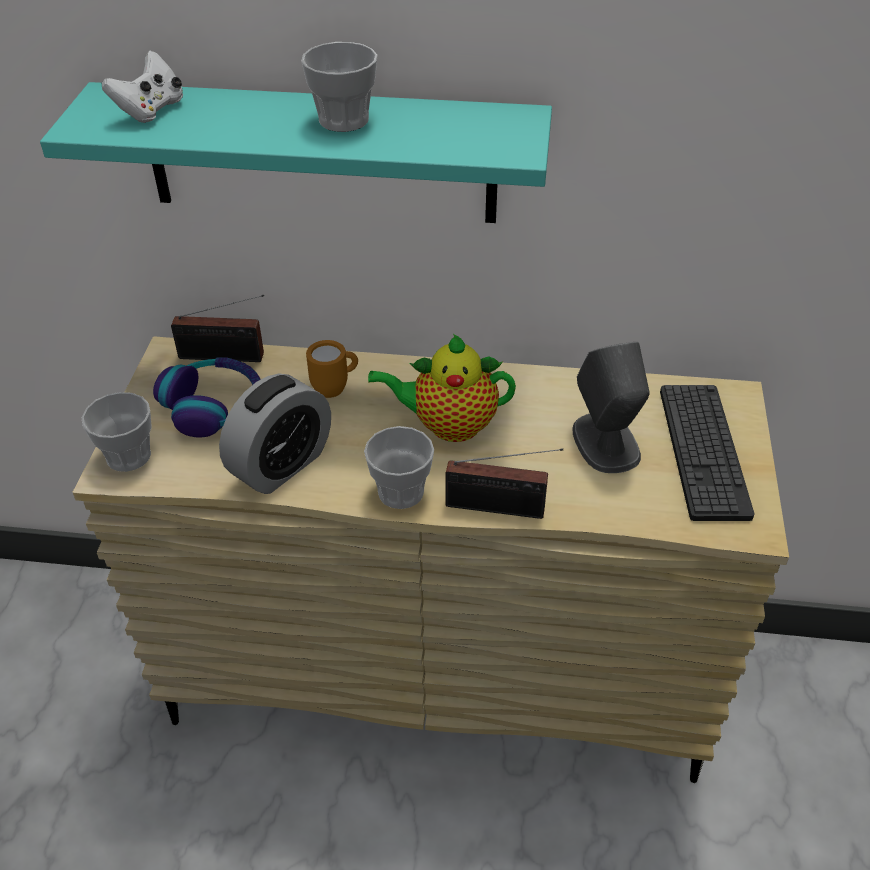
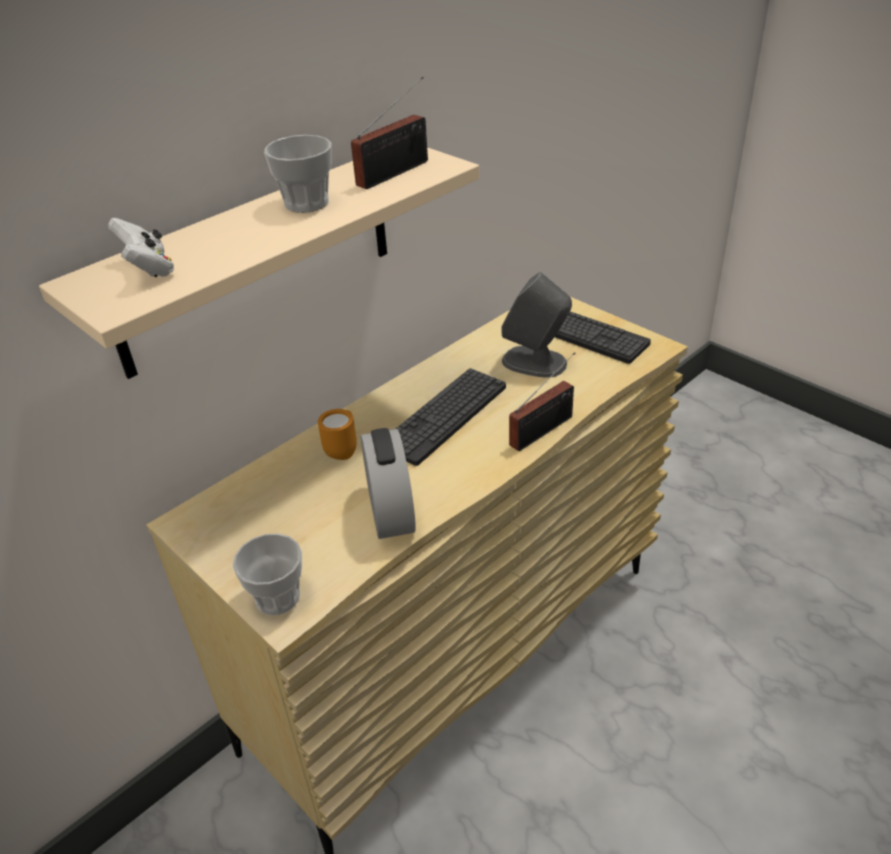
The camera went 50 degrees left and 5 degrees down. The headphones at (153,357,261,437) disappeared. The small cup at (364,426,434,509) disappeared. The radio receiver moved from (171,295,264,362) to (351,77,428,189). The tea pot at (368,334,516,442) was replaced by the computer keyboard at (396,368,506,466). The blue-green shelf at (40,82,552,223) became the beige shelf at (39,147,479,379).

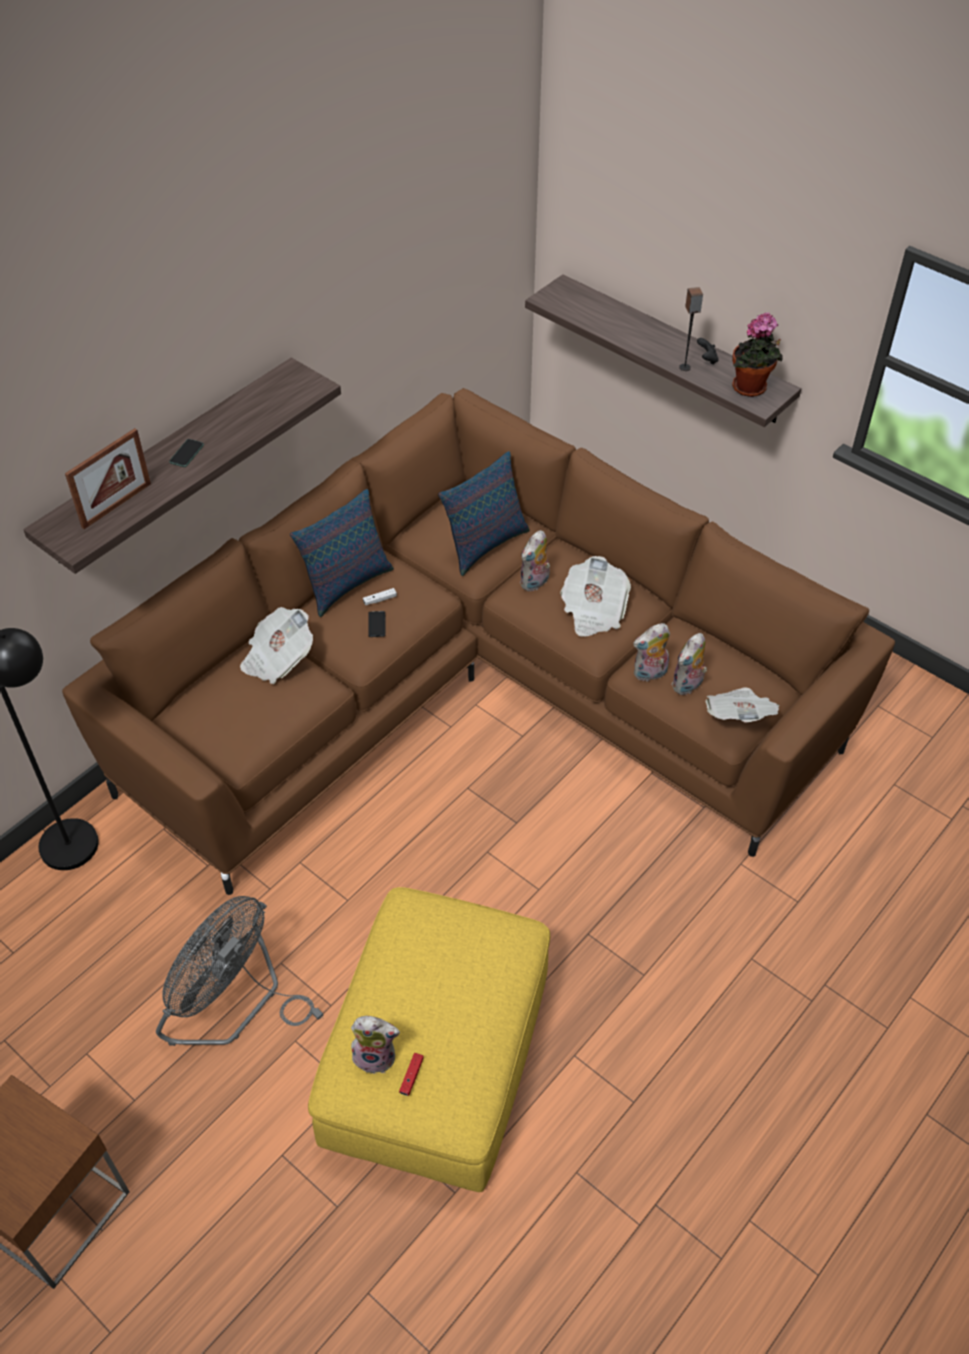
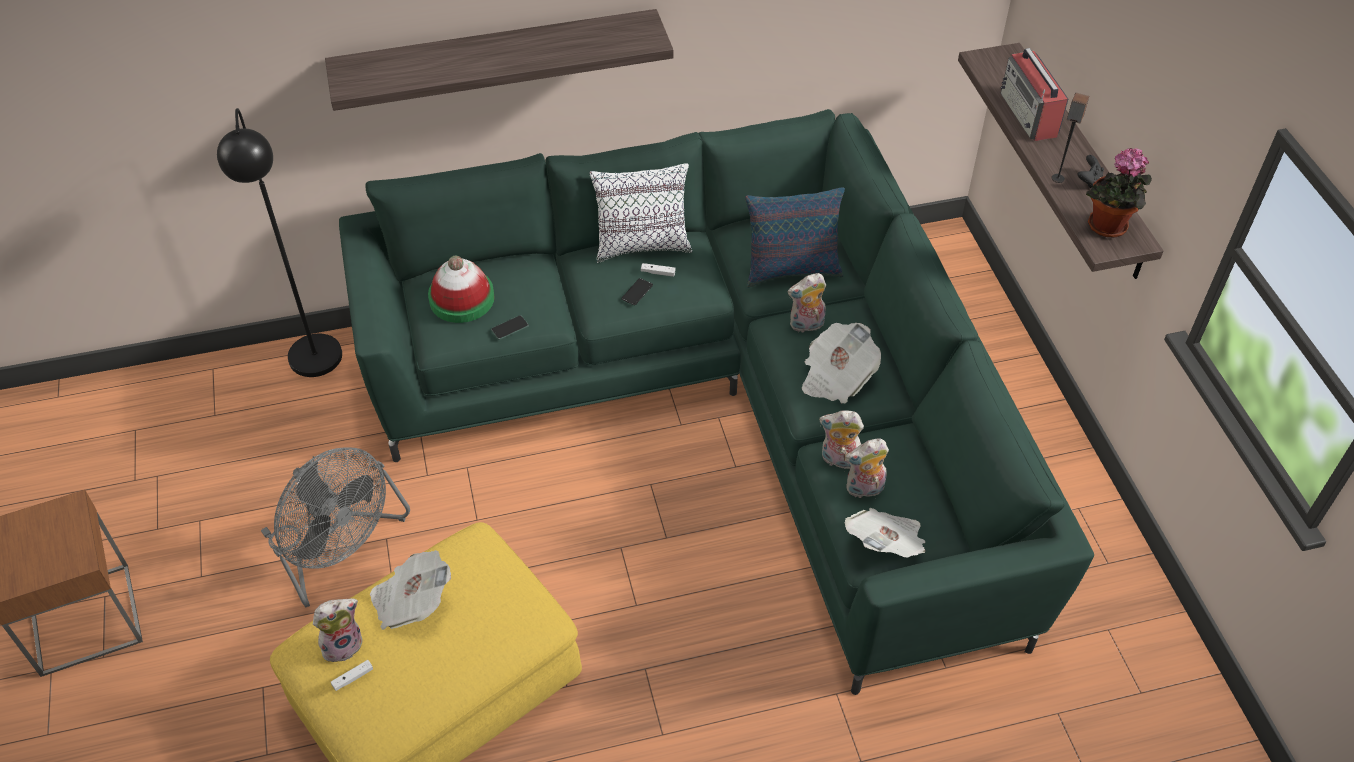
The camera went 35 degrees right and 0 degrees up. The picture frame at (65,428,151,529) disappeared. The wearable hat at (428,256,494,323) appeared. The radio receiver at (1001,48,1068,141) appeared. The telephone moved from (169,439,204,467) to (491,315,529,340). The printed paper moved from (240,607,313,684) to (370,550,451,630). The brownish settee at (62,388,895,895) became the green settee at (339,109,1094,695). The bluish cushion at (290,489,394,617) became the white-coloured cushion at (589,163,693,263). The red gamepad at (399,1053,424,1096) became the white-coloured gamepad at (331,660,373,691). The grey fan at (156,896,323,1046) turned 150 degrees clockwise. The soft toy at (351,1016,400,1074) turned 75 degrees counterclockwise.

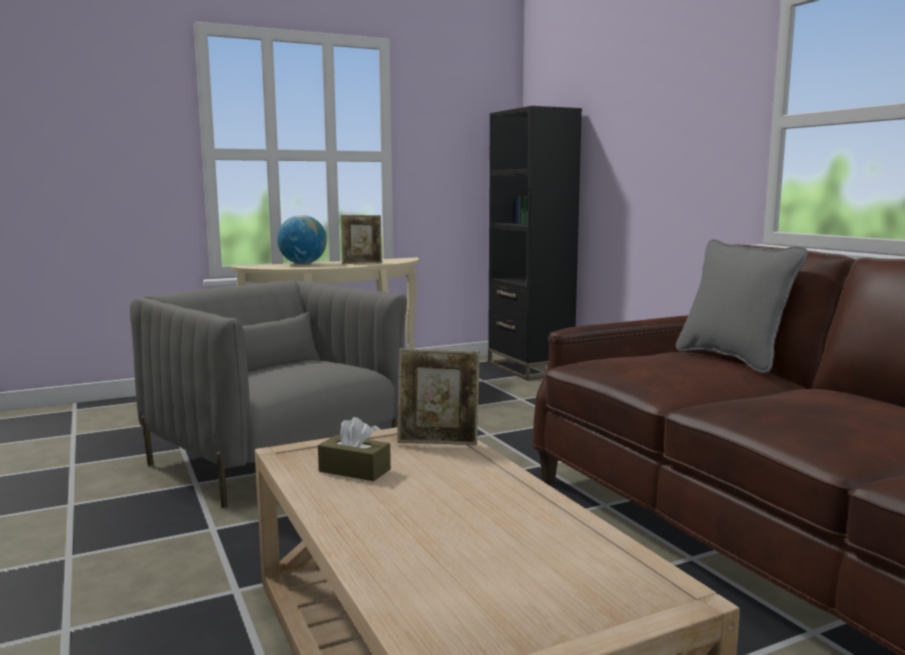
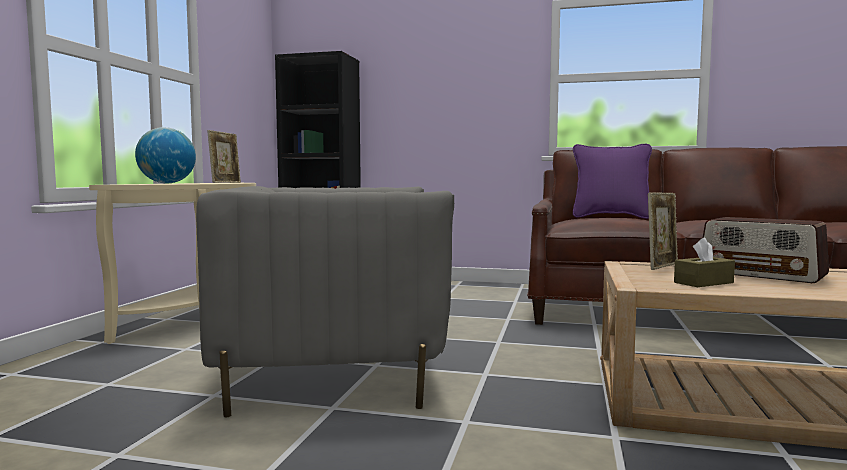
The camera went 50 degrees left and 5 degrees down. The radio receiver at (703,217,829,283) appeared. The grey cushion at (676,239,808,373) became the purple-coloured cushion at (573,144,652,219).

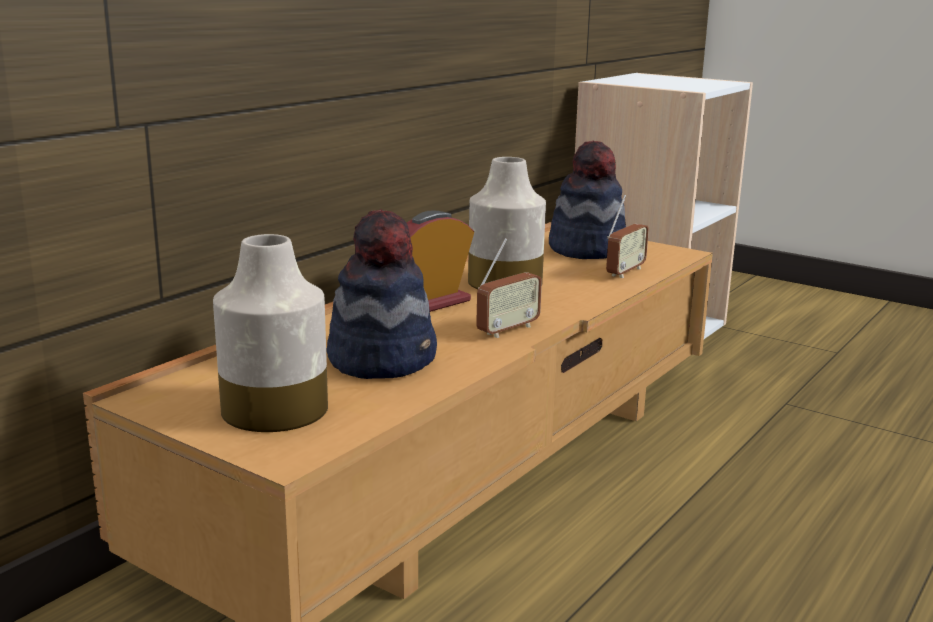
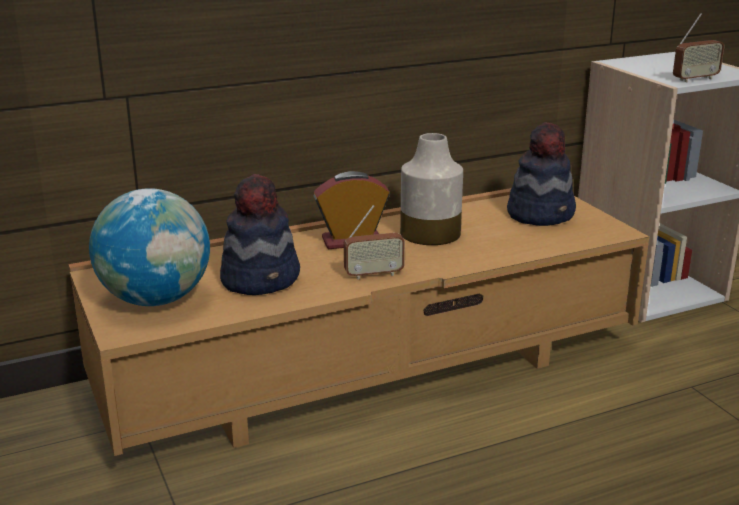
The camera went 30 degrees right and 5 degrees up. The radio receiver moved from (606,195,649,278) to (673,13,725,82). The beige flower vase at (213,234,328,432) was replaced by the globe at (89,188,210,306).

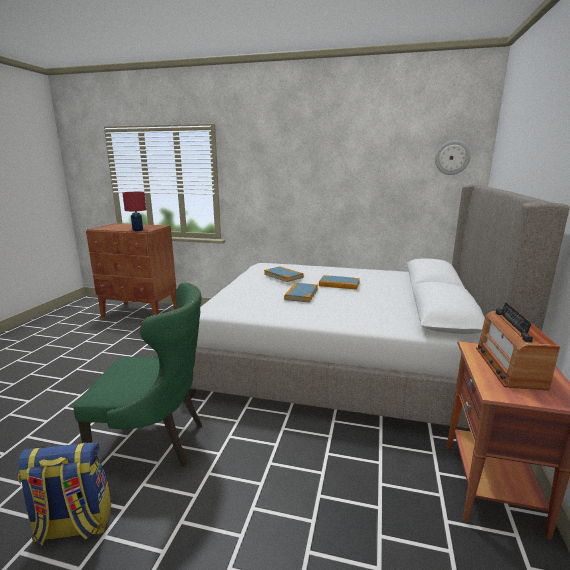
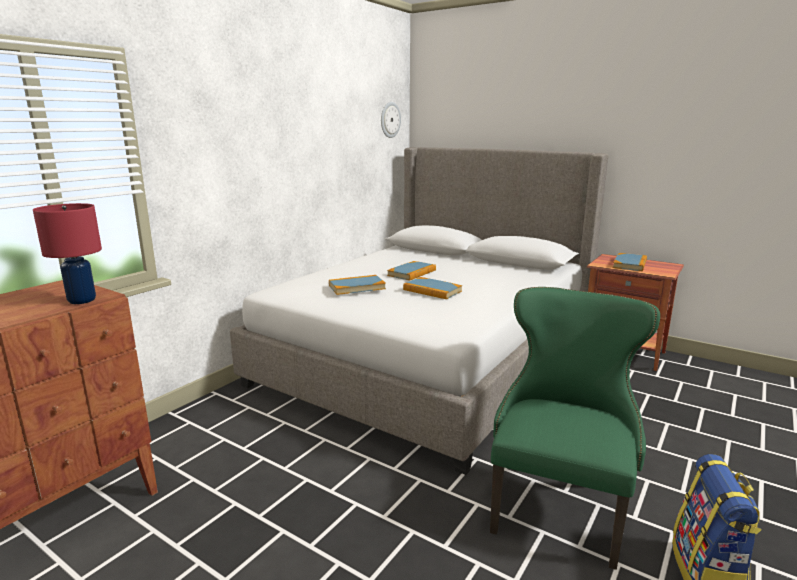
The camera went 70 degrees left and 0 degrees up. The radio receiver at (476,303,560,391) was replaced by the bound book at (613,253,647,271).

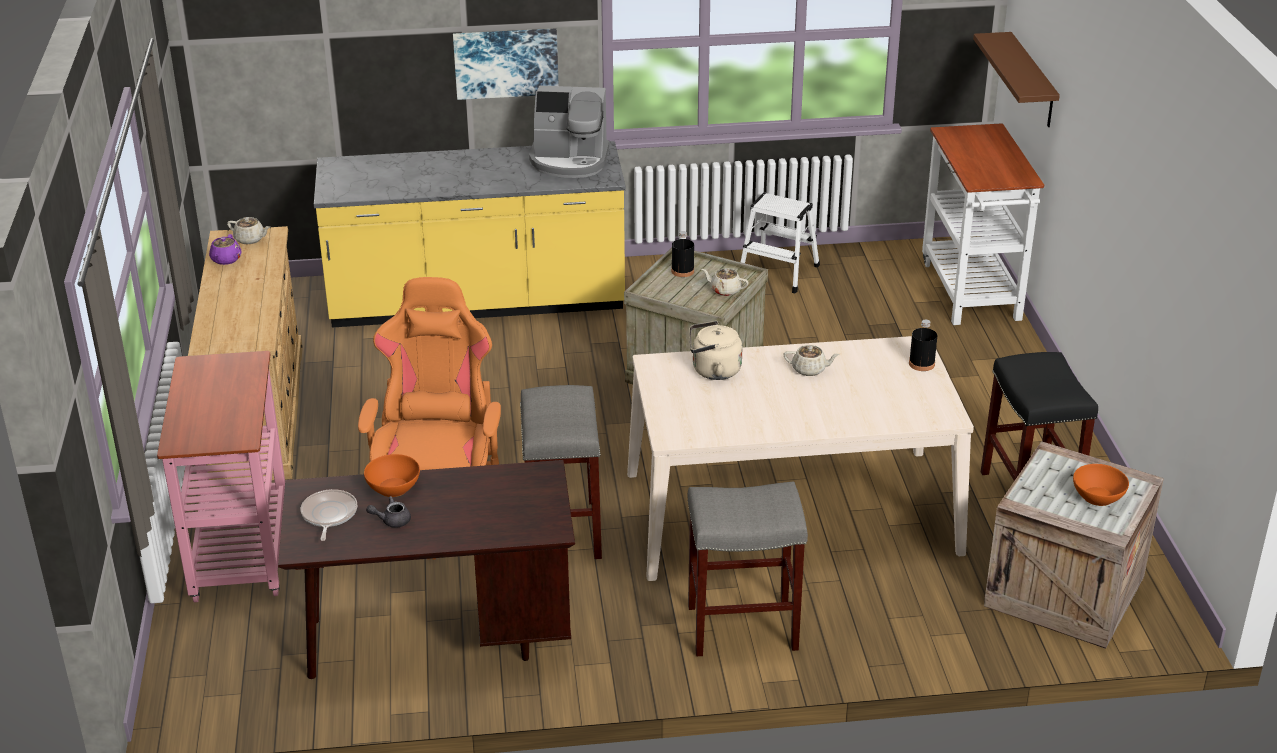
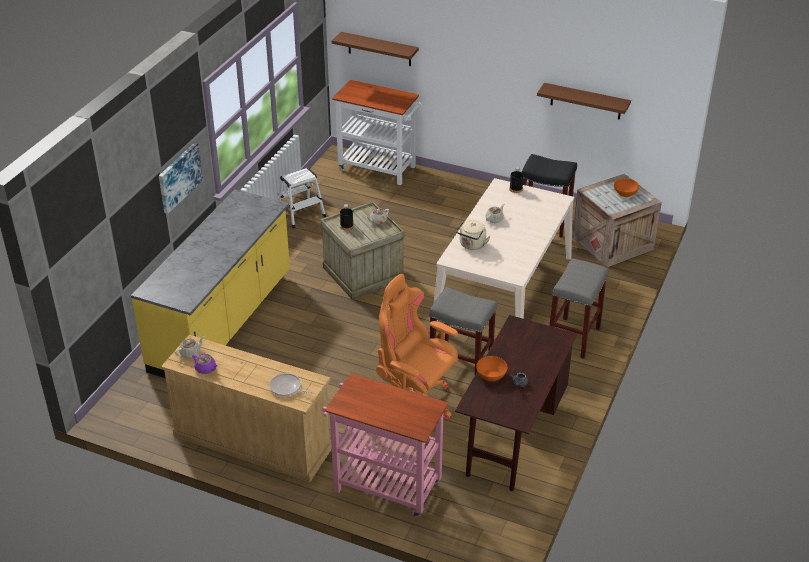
The camera went 60 degrees left and 5 degrees up. The coffee maker at (529,86,609,178) disappeared. The brownish shelf at (537,83,631,120) appeared. The skillet moved from (301,489,357,541) to (269,373,313,396).

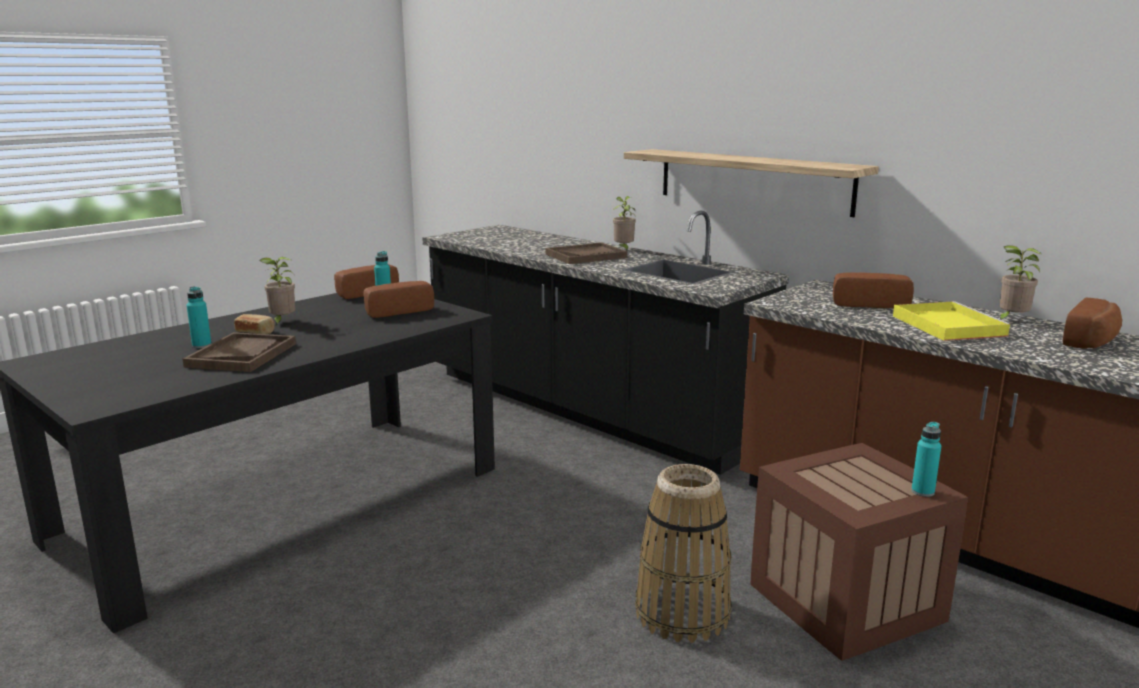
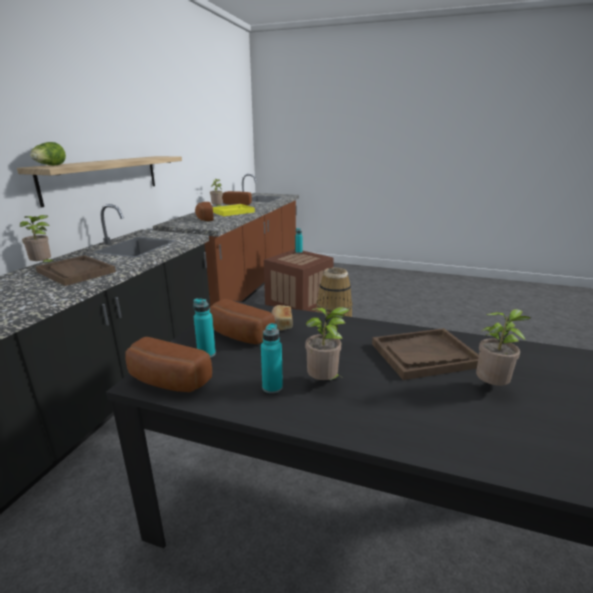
The camera went 115 degrees left and 5 degrees up. The lettuce head at (30,142,66,165) appeared. The plant in a pot at (476,309,531,386) appeared. The blue-green beverage bottle moved from (186,286,211,348) to (261,323,283,394). The bread moved from (234,314,275,334) to (272,305,293,331).

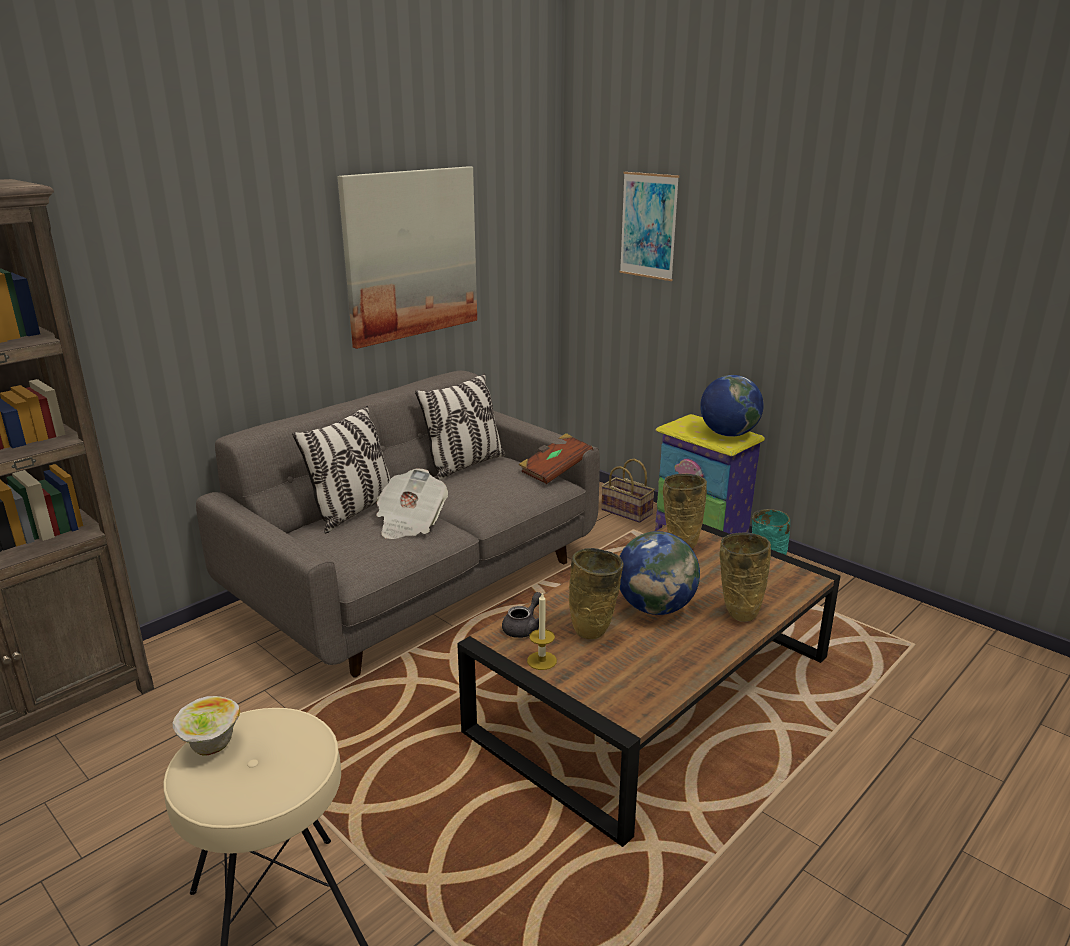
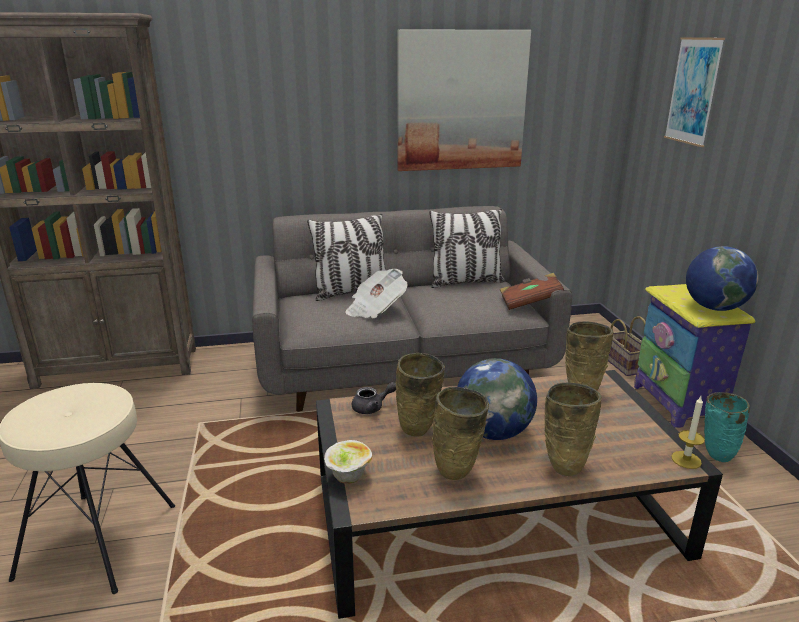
The camera went 35 degrees right and 0 degrees up. The beige flower vase at (432,387,489,480) appeared. The bowl moved from (173,696,240,756) to (324,440,372,484). The wax light moved from (527,593,557,670) to (671,396,705,469).

